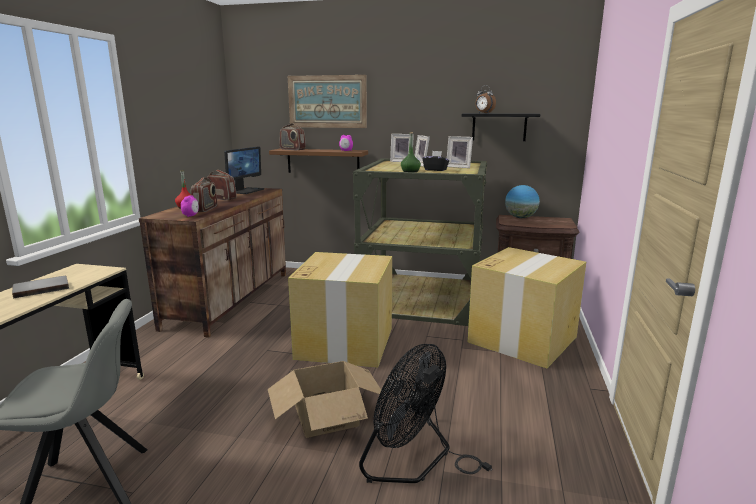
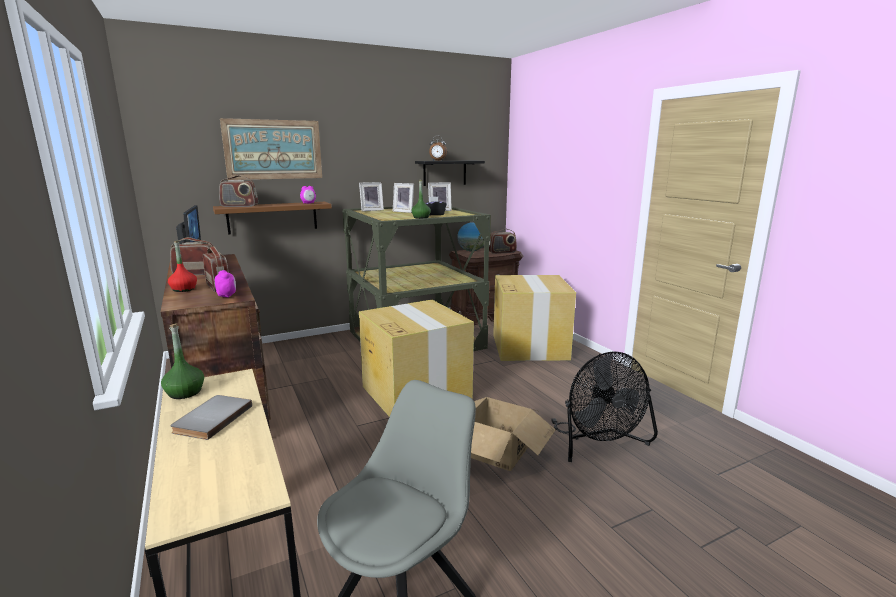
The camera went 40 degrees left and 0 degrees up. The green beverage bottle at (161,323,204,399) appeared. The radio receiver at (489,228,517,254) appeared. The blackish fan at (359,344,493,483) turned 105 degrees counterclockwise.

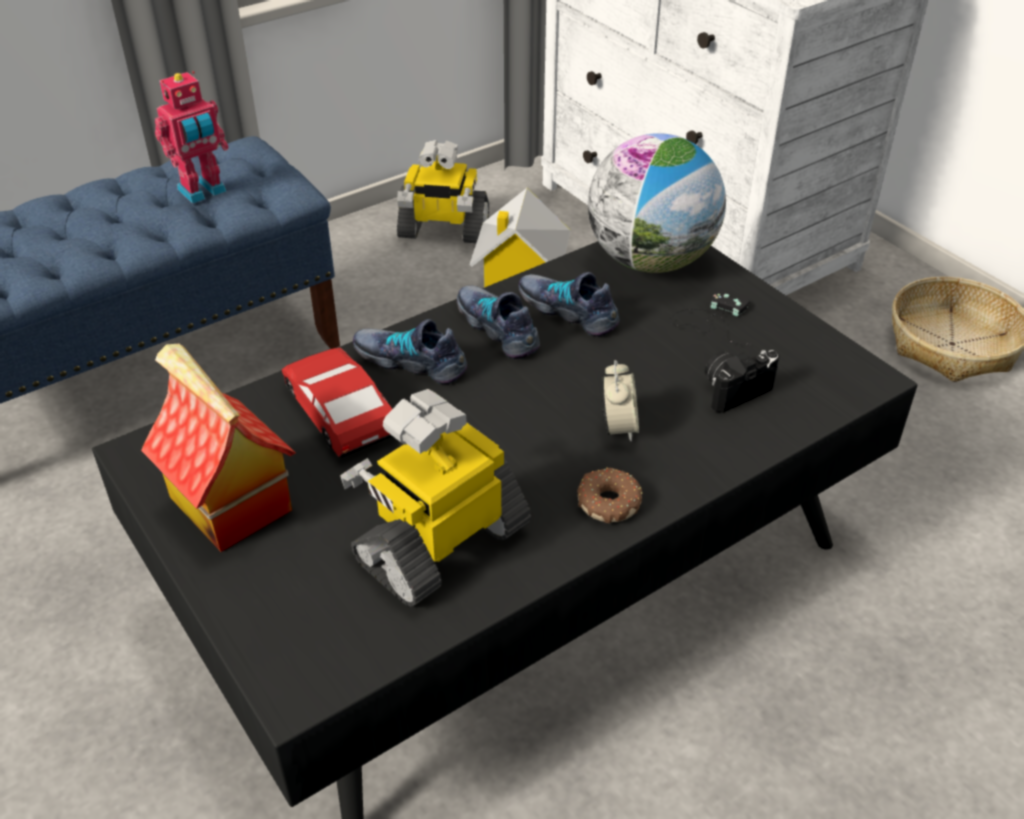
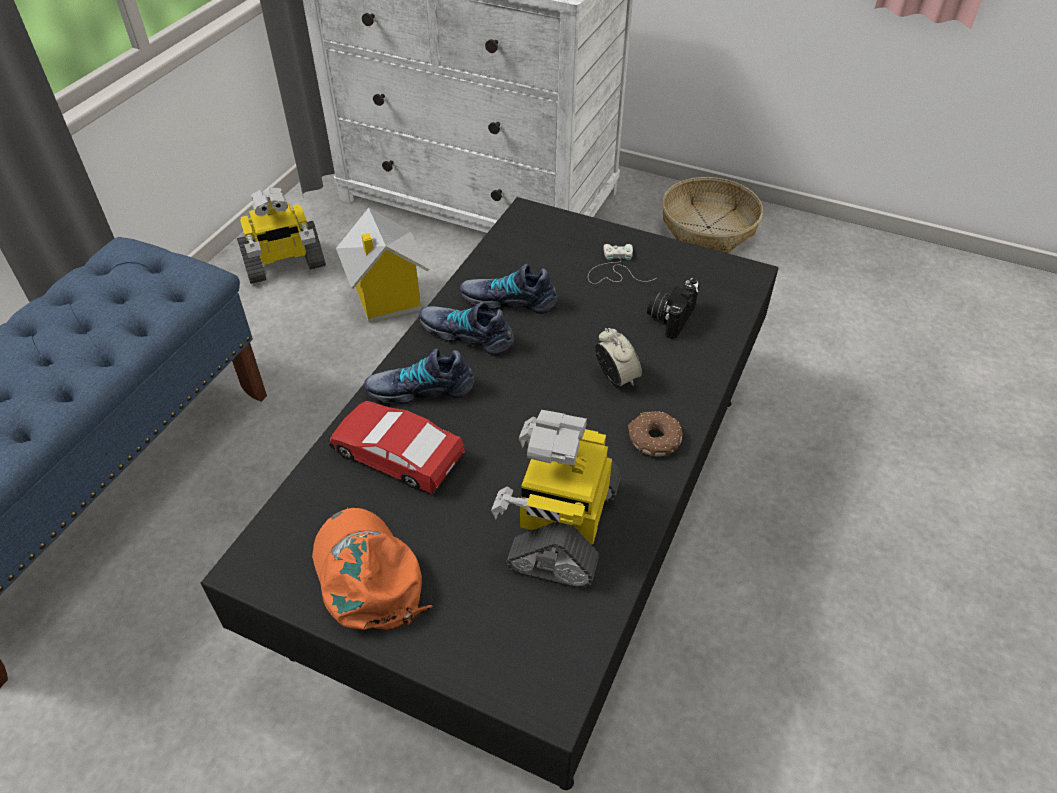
The camera went 30 degrees left and 5 degrees up. The model robot at (155,71,229,204) disappeared. The globe at (588,133,726,273) disappeared. The model house at (141,344,296,552) was replaced by the orange cap at (312,507,432,630). The blackish gamepad at (670,290,751,345) became the white-coloured gamepad at (588,244,656,284).

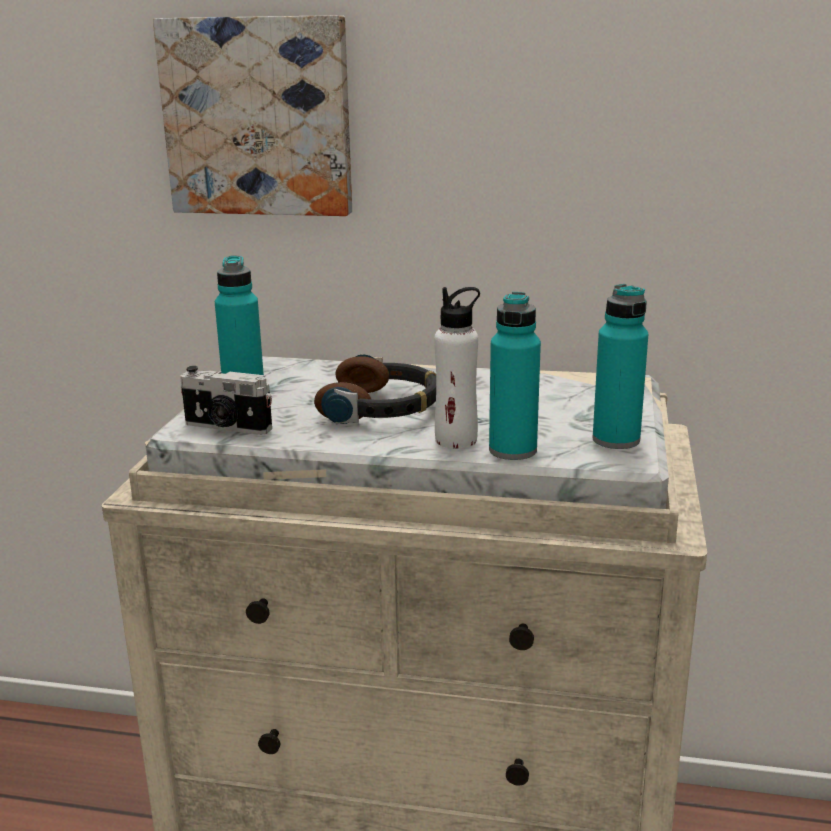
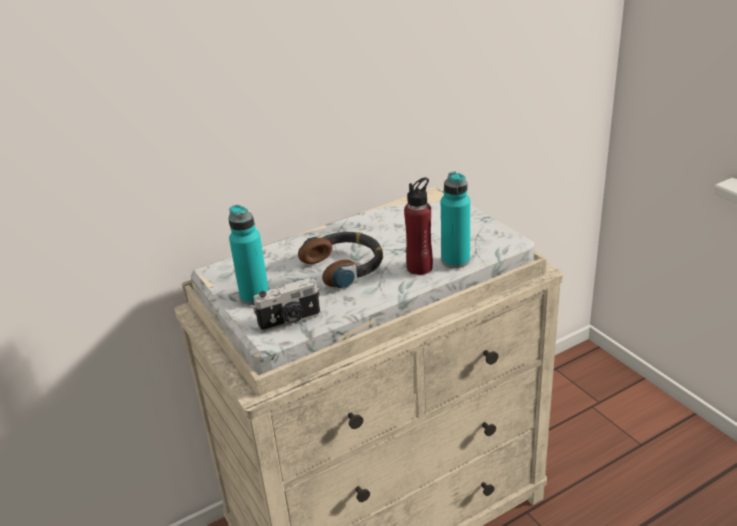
The camera went 40 degrees left and 10 degrees up. The wall picture at (153,15,352,216) disappeared. The blue-green beverage bottle at (593,284,648,449) disappeared. The white-coloured beverage bottle at (434,287,480,449) became the red beverage bottle at (404,177,433,275).

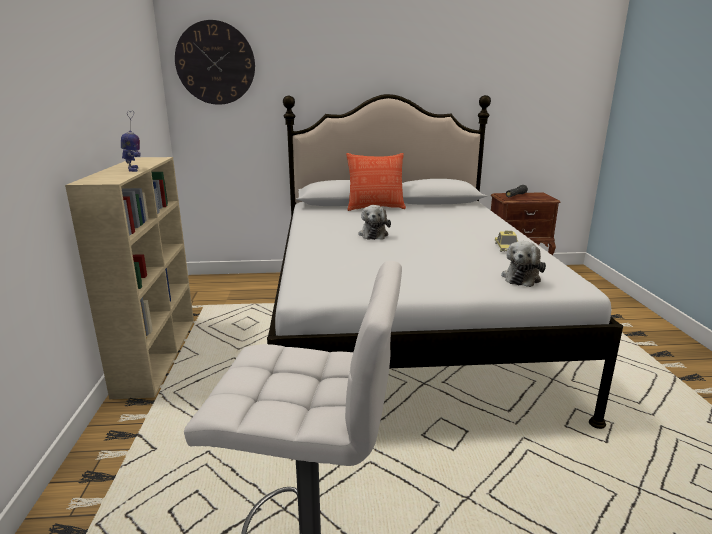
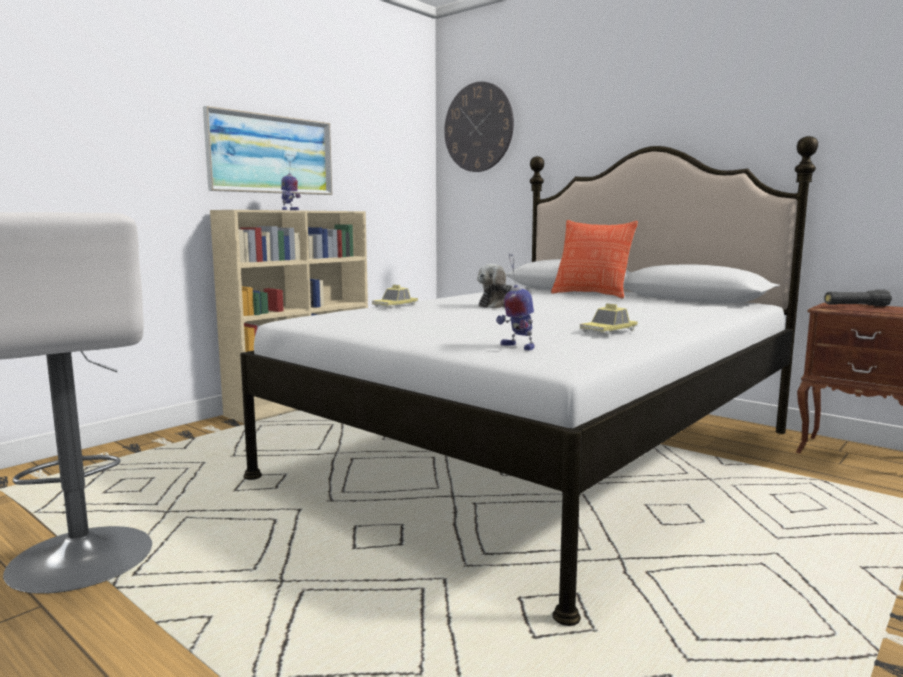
The camera went 45 degrees right and 10 degrees down. The wall picture at (203,106,332,195) appeared. The toy car at (372,285,418,309) appeared. The soft toy at (501,241,546,287) was replaced by the model robot at (496,254,534,351).

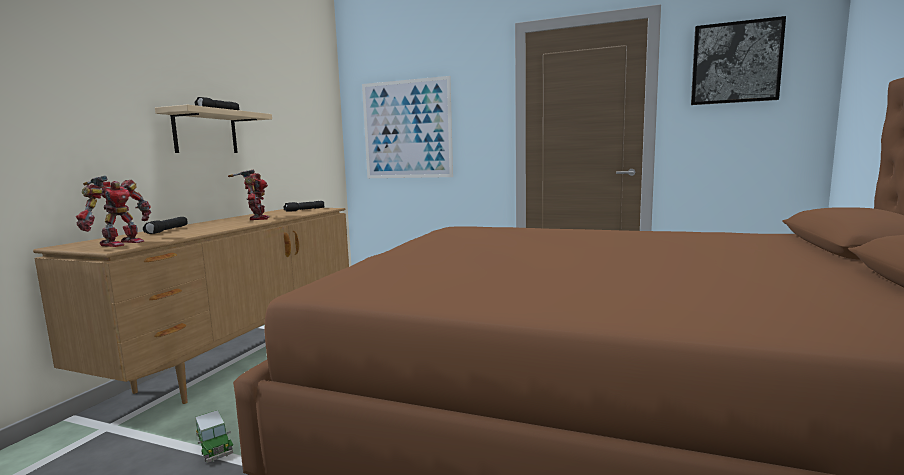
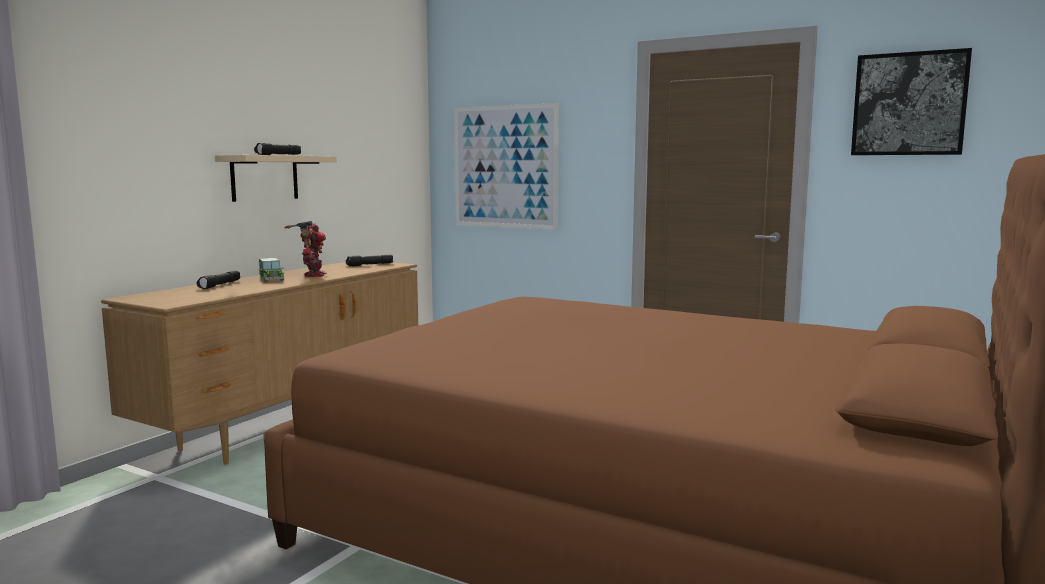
The camera went 10 degrees right and 0 degrees up. The model robot at (76,175,151,247) disappeared. The toy car moved from (195,410,233,463) to (259,258,285,282).

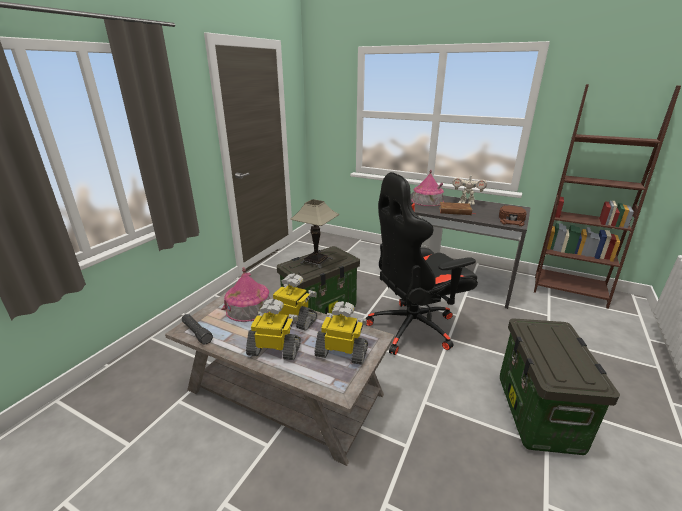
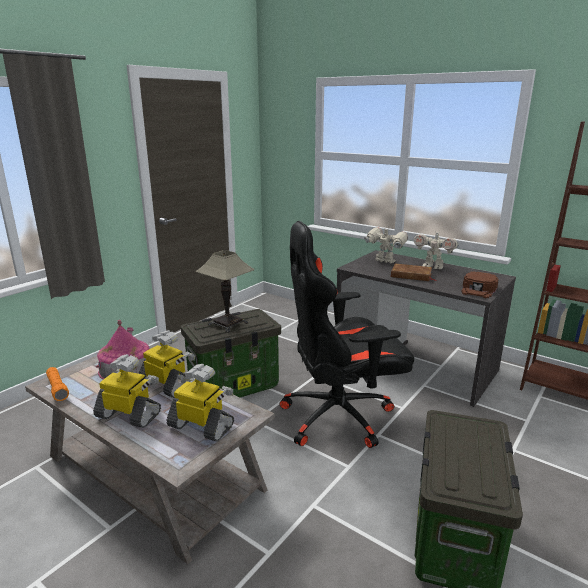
The camera went 10 degrees right and 5 degrees down. The model house at (411,170,444,206) was replaced by the model robot at (364,226,408,263). The blackish hand torch at (182,314,213,345) became the orange hand torch at (46,367,69,401).

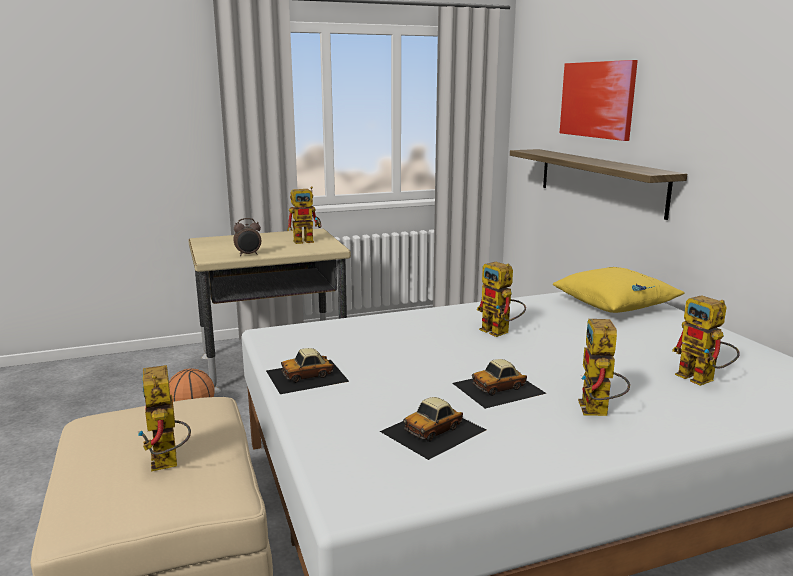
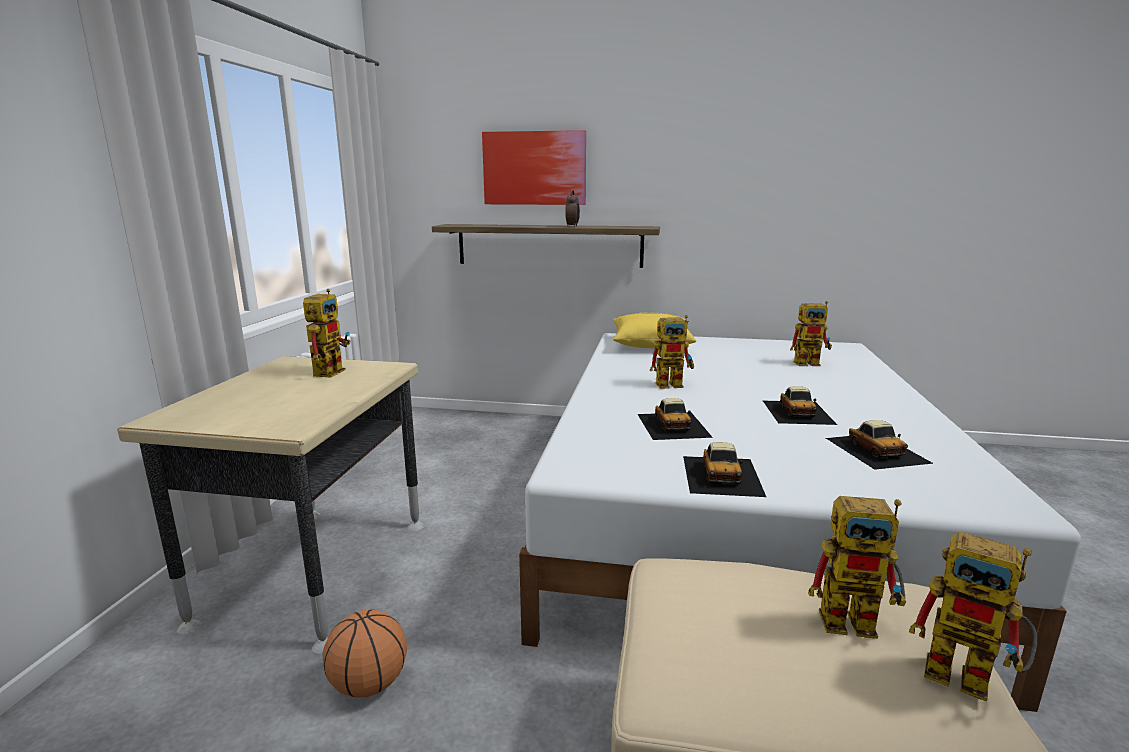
The camera went 60 degrees left and 0 degrees up. The toy car at (638,398,713,440) appeared. The alarm clock moved from (233,218,261,256) to (565,190,580,227). The model robot moved from (578,319,630,416) to (909,532,1038,702).

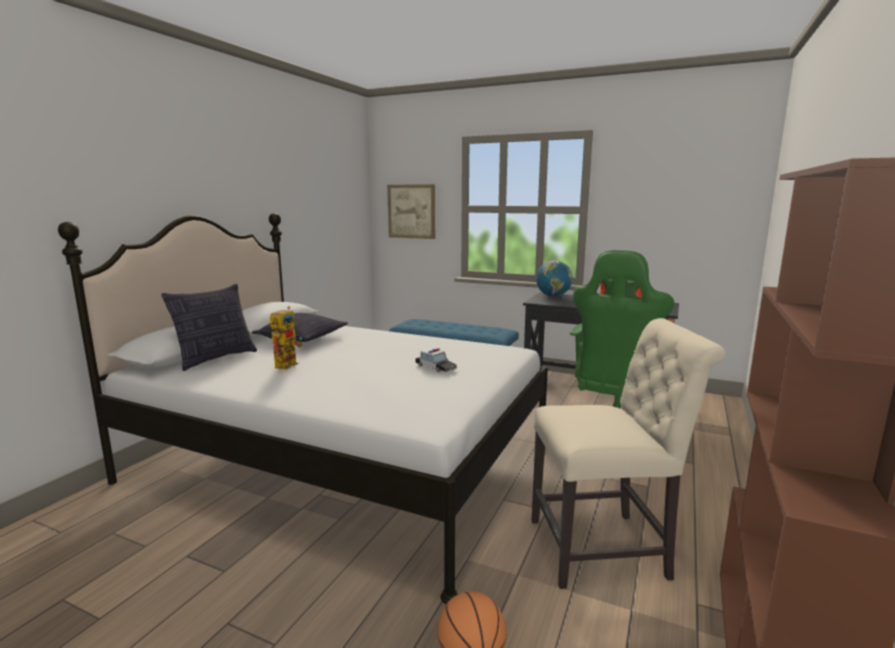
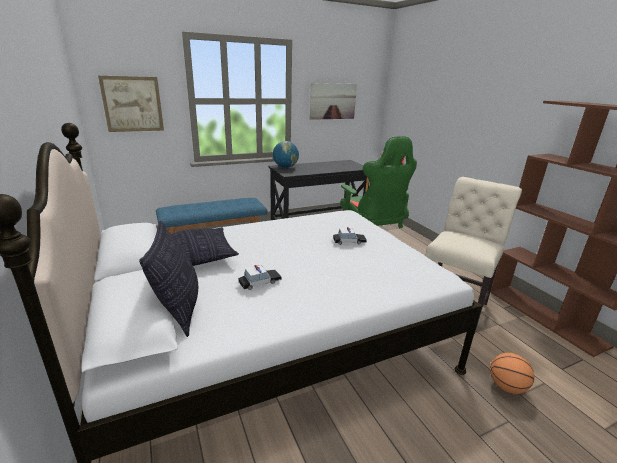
The camera went 50 degrees left and 10 degrees up. The wall picture at (310,83,357,120) appeared. The model robot at (270,306,303,370) was replaced by the toy car at (238,265,282,290).

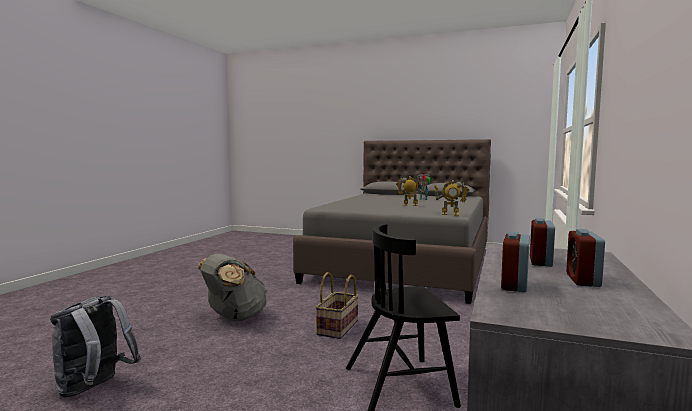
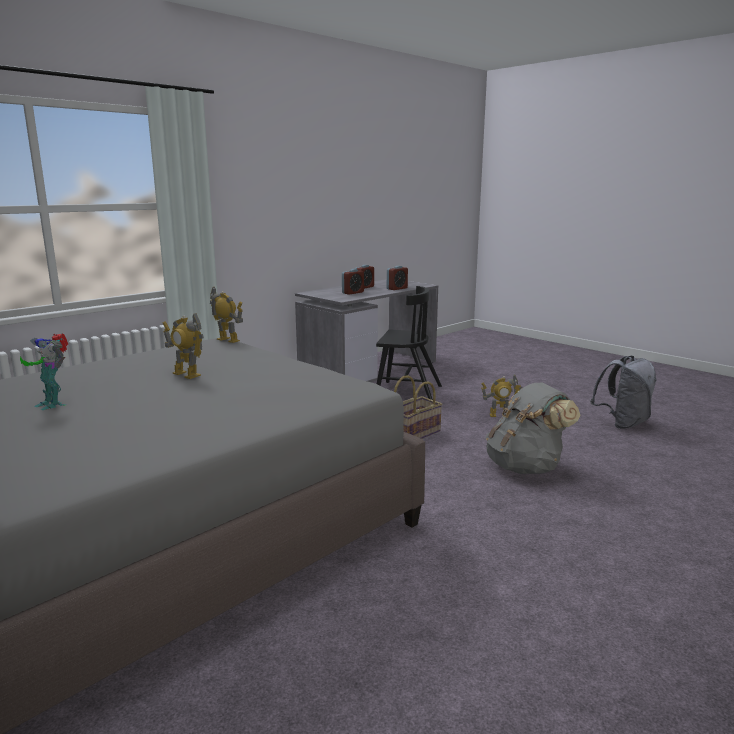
The camera went 155 degrees left and 10 degrees up. The model robot at (481,374,522,417) appeared.

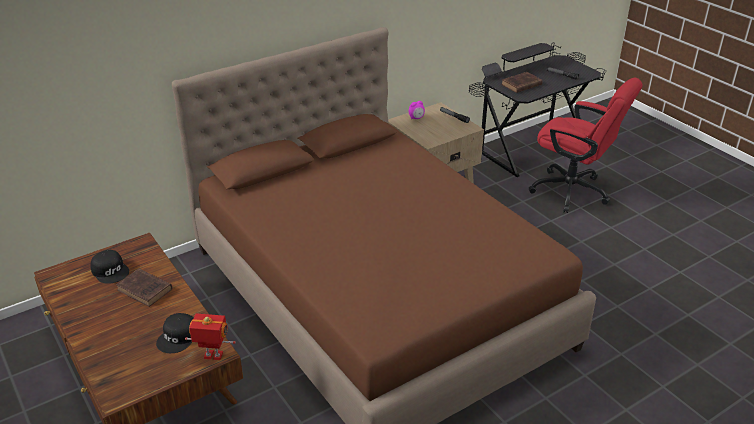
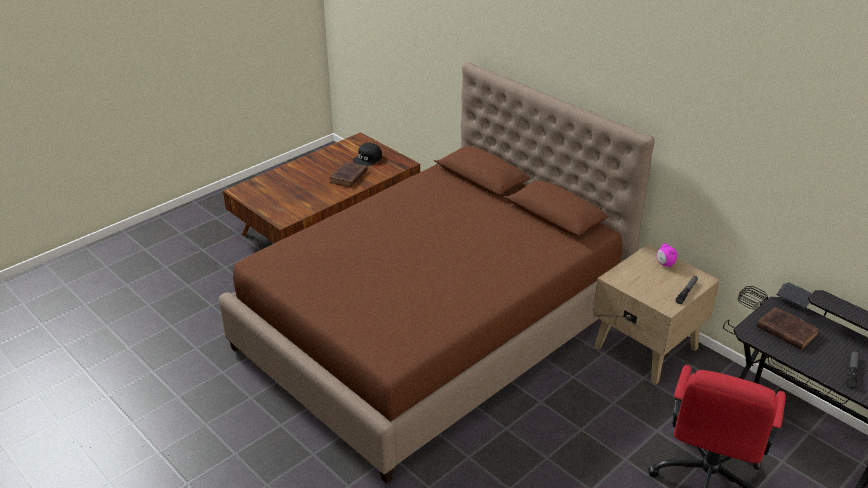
The camera went 80 degrees right and 0 degrees up. The blackish cap at (156,313,194,353) disappeared. The model robot at (185,313,236,360) disappeared.

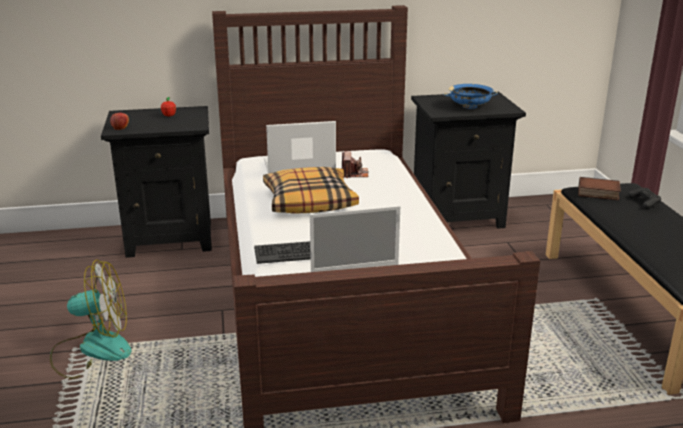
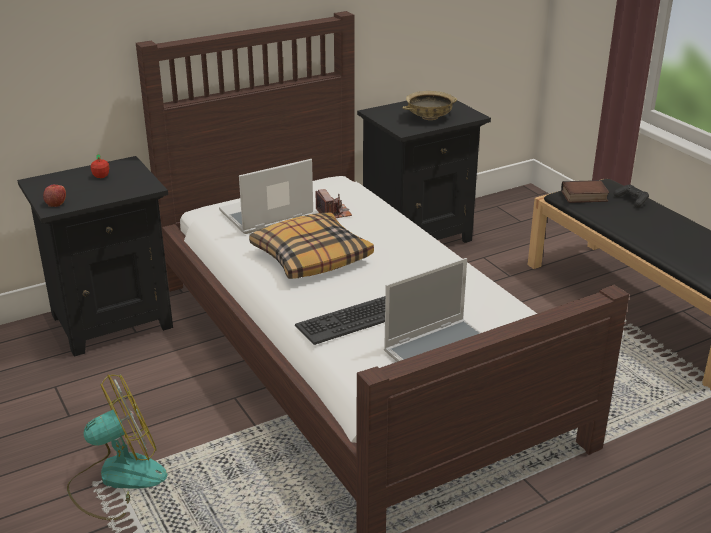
The camera went 20 degrees left and 5 degrees up. The bluish bowl at (443,84,498,109) became the beige bowl at (402,91,457,120).

